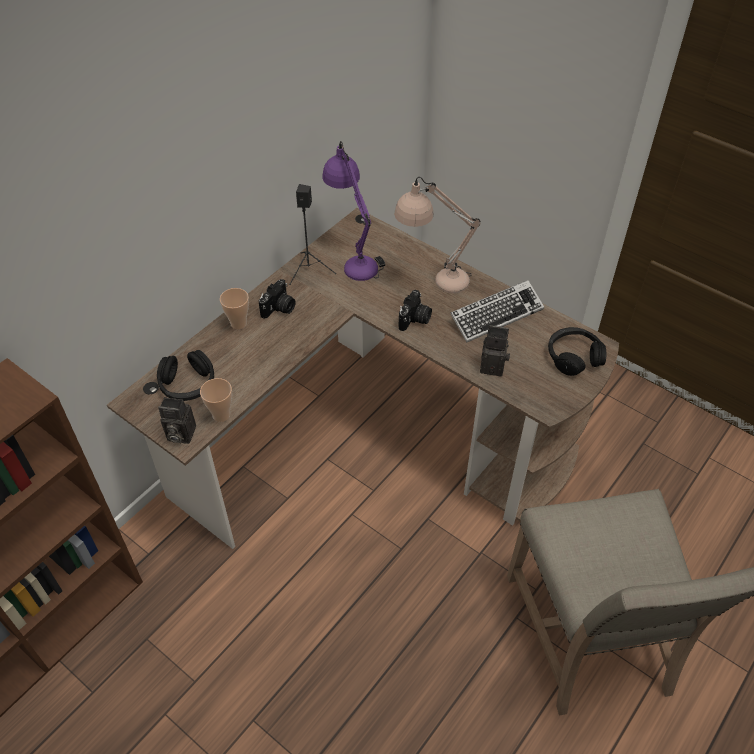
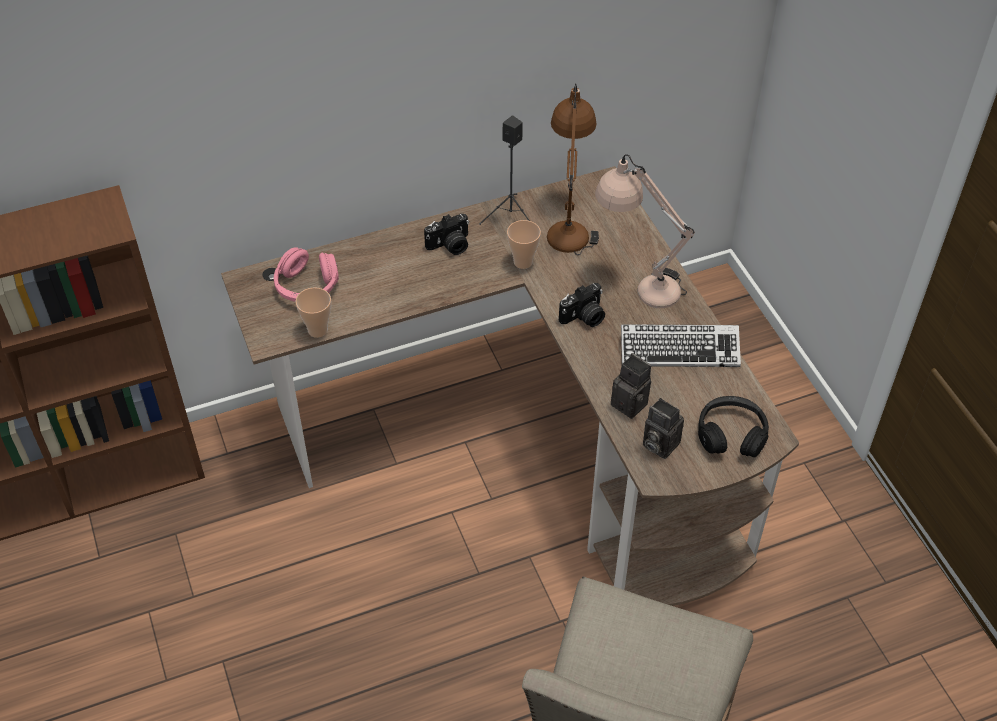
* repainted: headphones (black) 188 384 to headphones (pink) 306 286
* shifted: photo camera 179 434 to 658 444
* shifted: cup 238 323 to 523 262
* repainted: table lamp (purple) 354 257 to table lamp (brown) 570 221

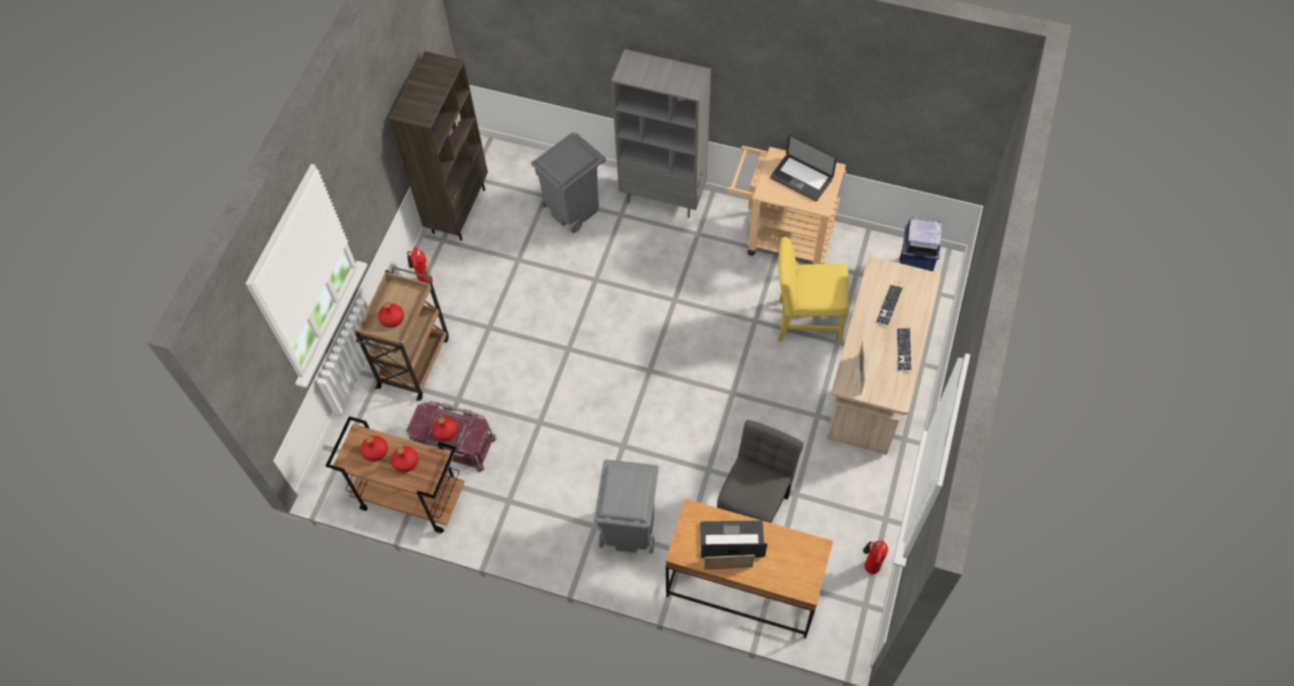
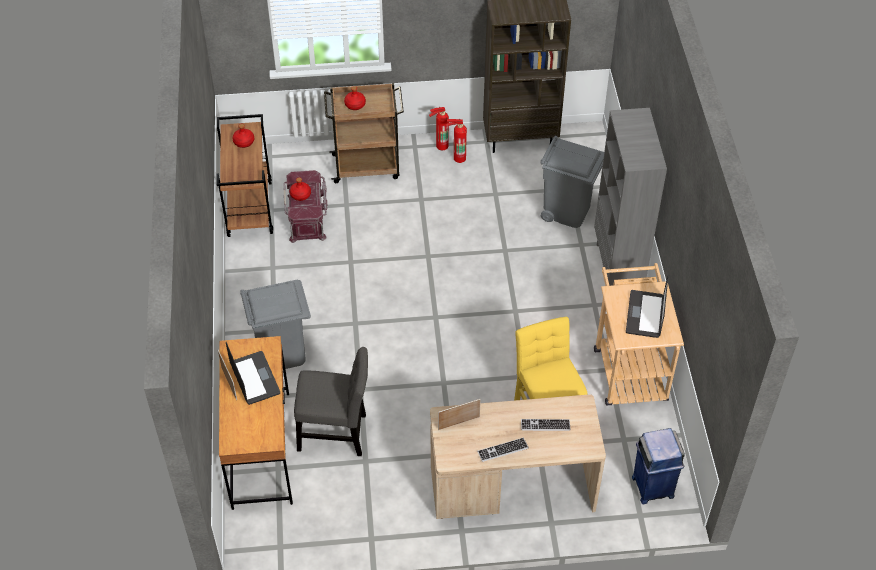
* gone: bottle (red) 405 462
* shifted: fire extinguisher 870 567 to 458 157

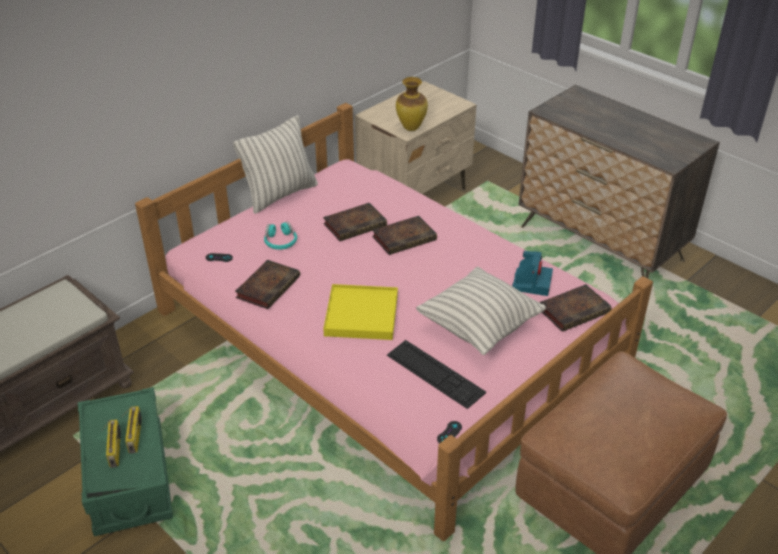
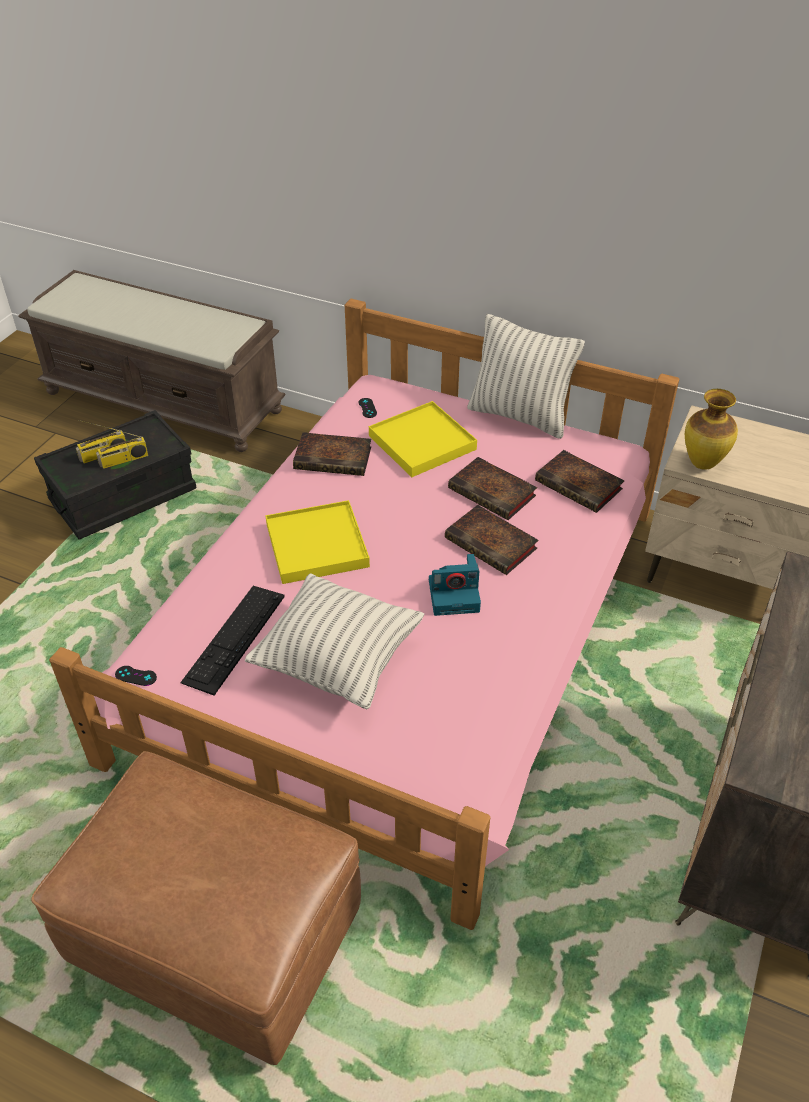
* repainted: storage box (green) 130 478 to storage box (black) 123 496
* swapped: headphones (turquoise) 280 241 to tray (yellow) 422 442
* shifted: photo camera 531 282 to 455 595
* shifted: book 574 310 to 580 486

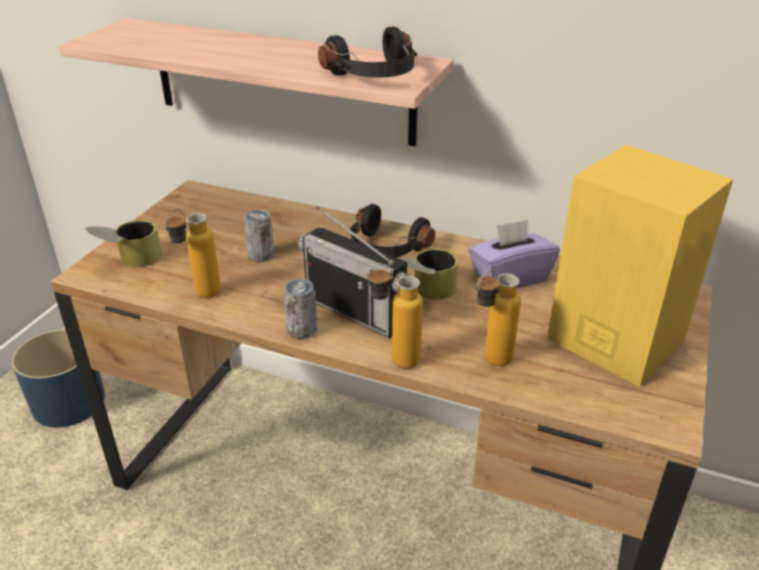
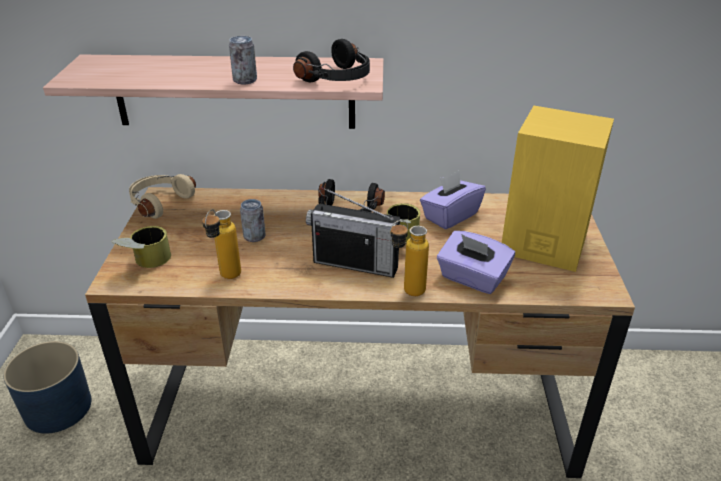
* shifted: can 302 330 to 245 80
* swapped: bottle 489 363 to tissue box (purple) 472 278
* new: headphones (beige) 159 202

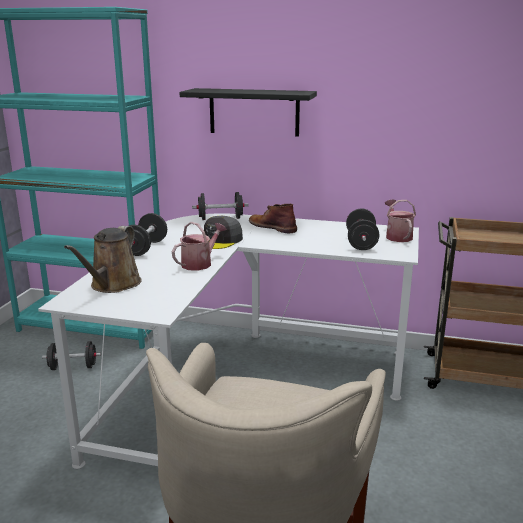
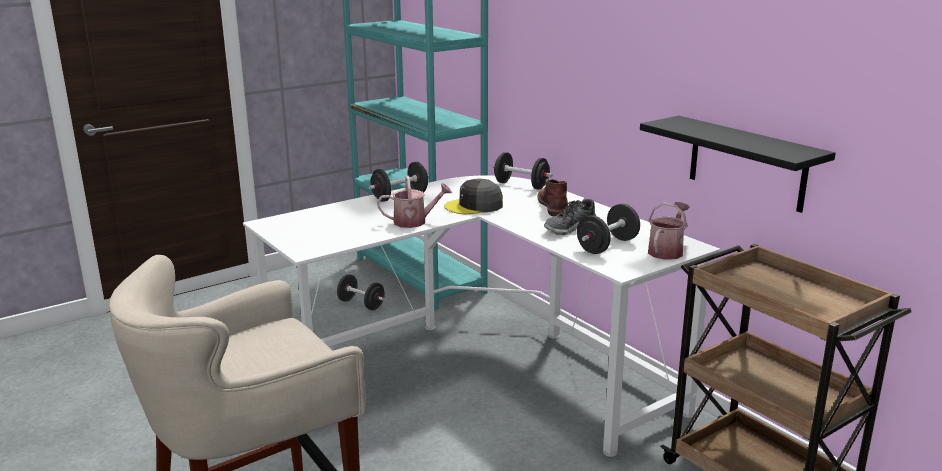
* gone: watering can (brown) 113 285
* shifted: shelf (black) 254 112 to 747 163
* new: shoe 570 228

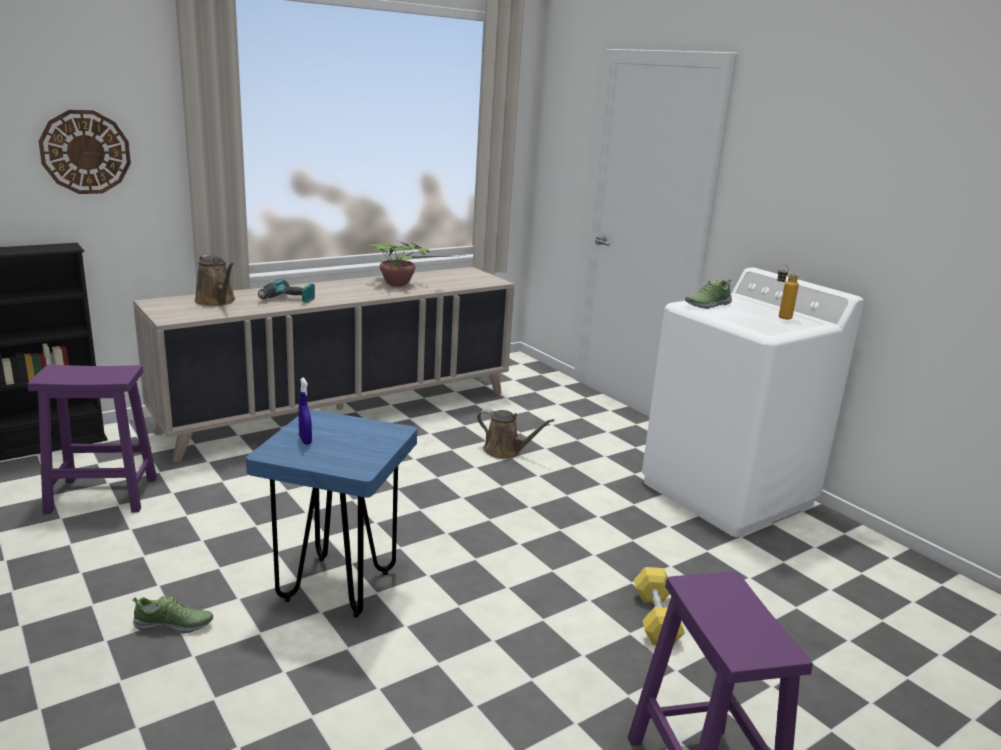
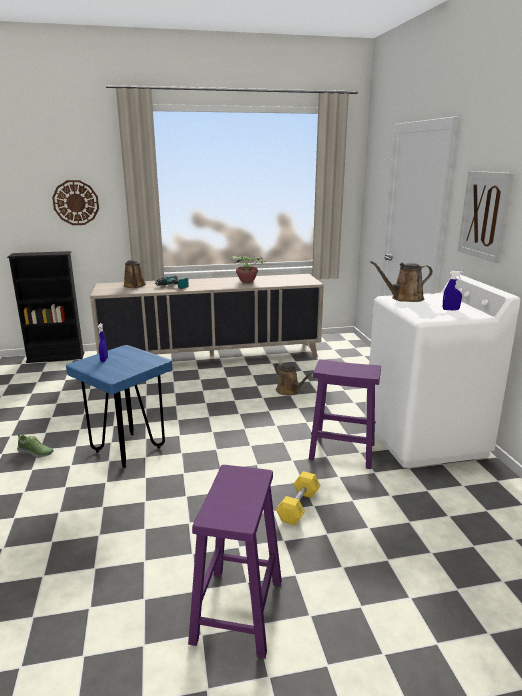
* shifted: stool (purple) 104 495 to 343 451
* swapped: shoe 707 304 to watering can (brown) 404 298
* swapped: bottle 780 317 to spray bottle (blue) 450 310
* new: picture 484 215

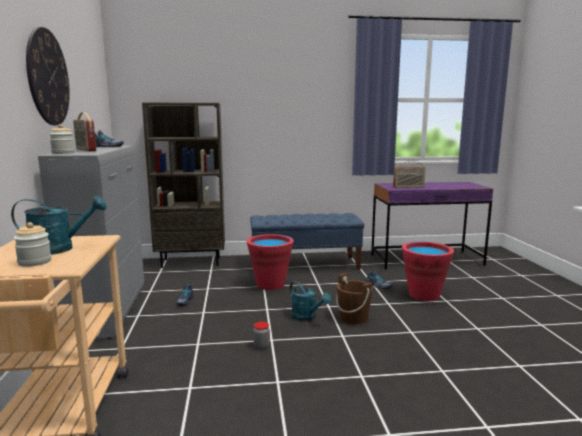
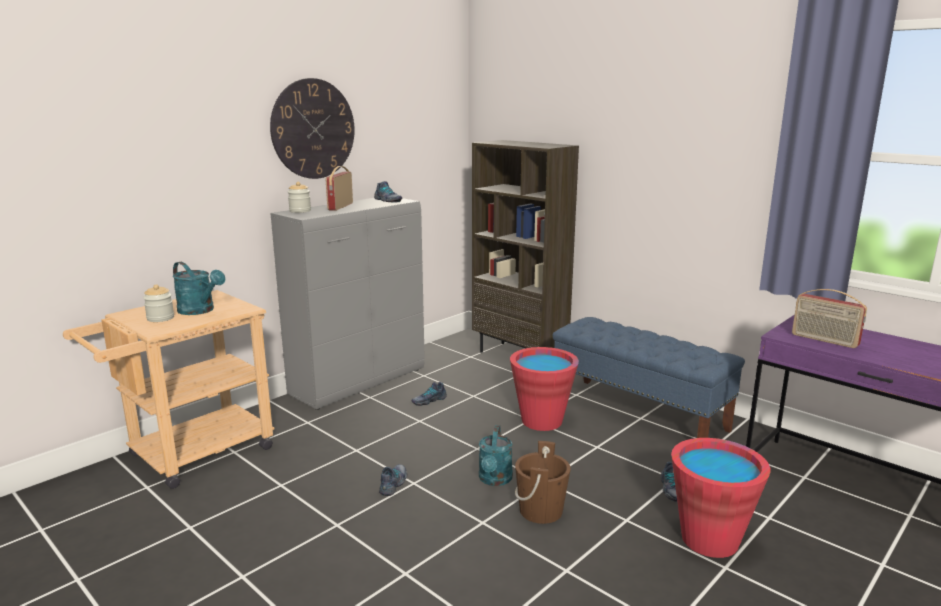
* swapped: jar 261 346 to shoe 394 483

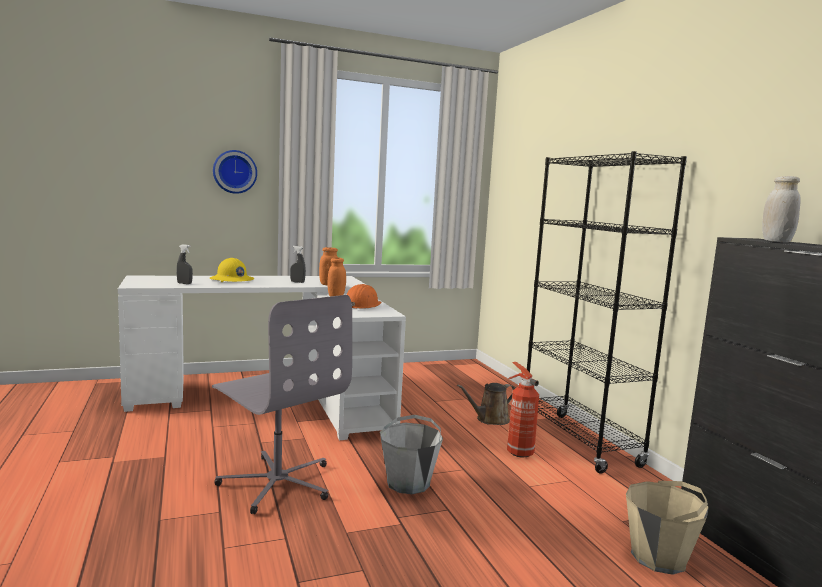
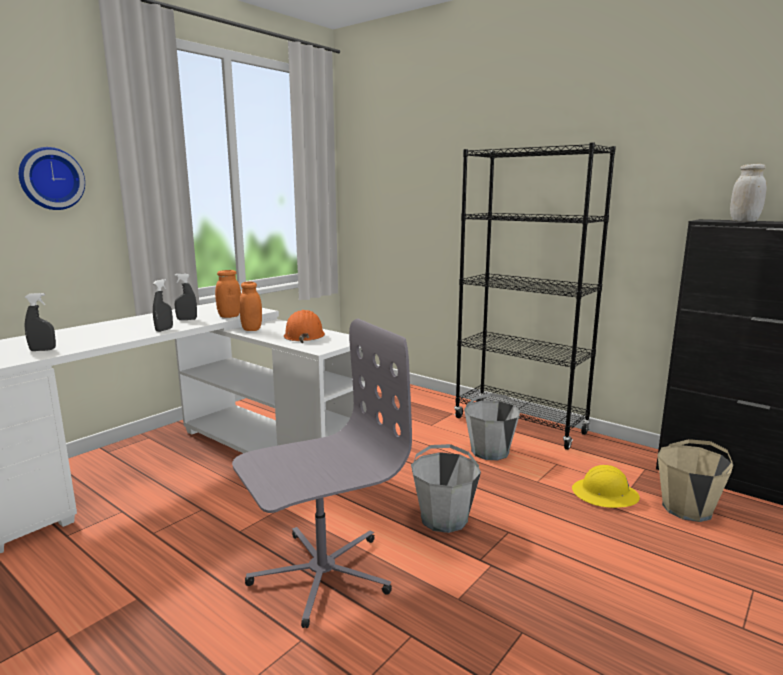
* shifted: hard hat (yellow) 231 280 to 605 495
* rotated: office chair (grey) 277 482 = 321 573 45 degrees counterclockwise
* gone: watering can (brown) 490 420
* swapped: fire extinguisher 518 452 to bucket (grey) 490 451
* new: spray bottle (grey) 164 330

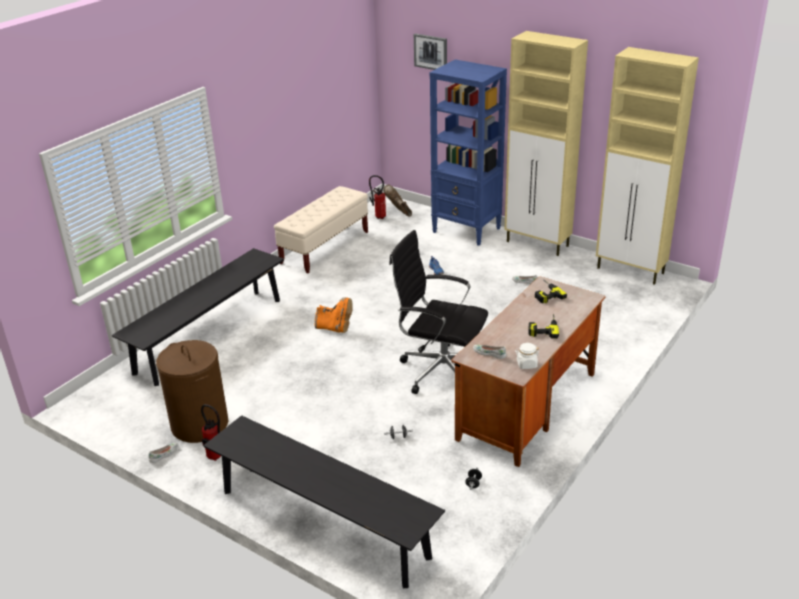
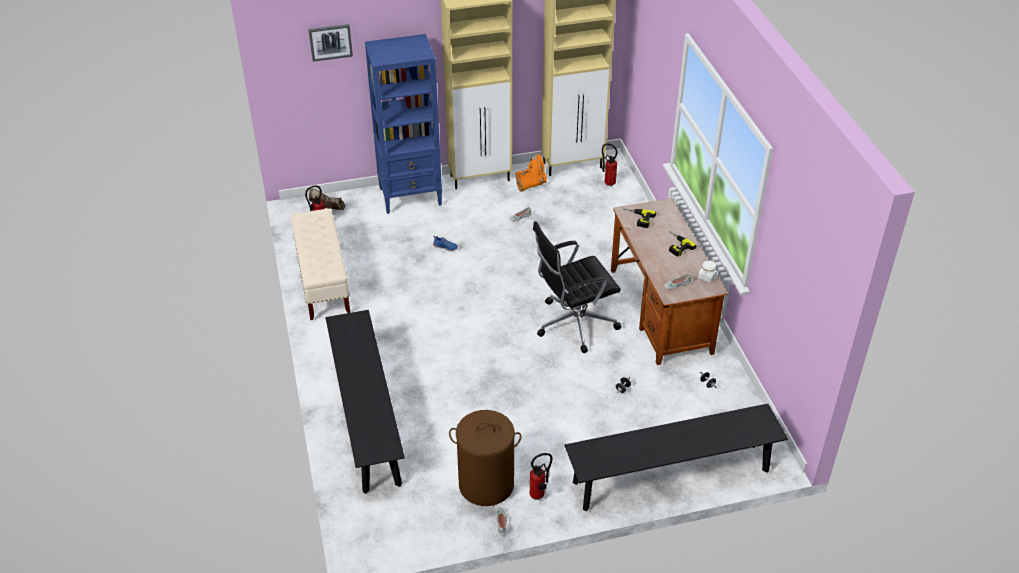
* shifted: boot (orange) 335 328 to 531 184
* new: fire extinguisher 608 183

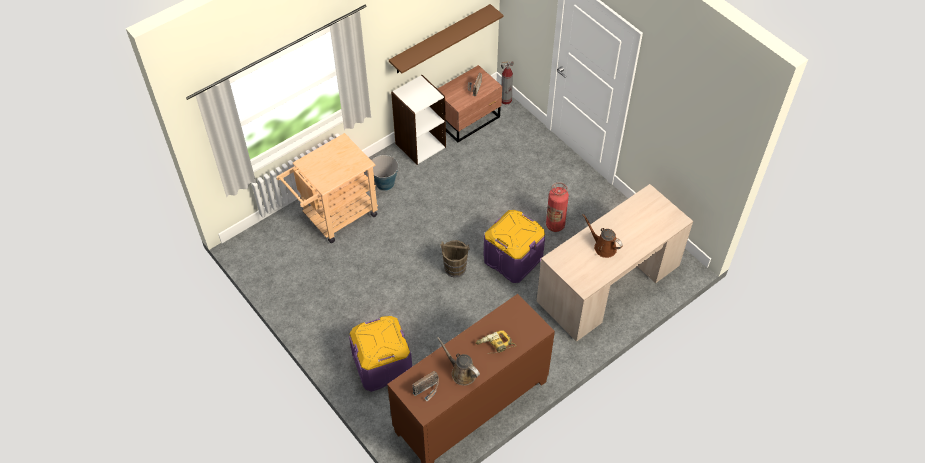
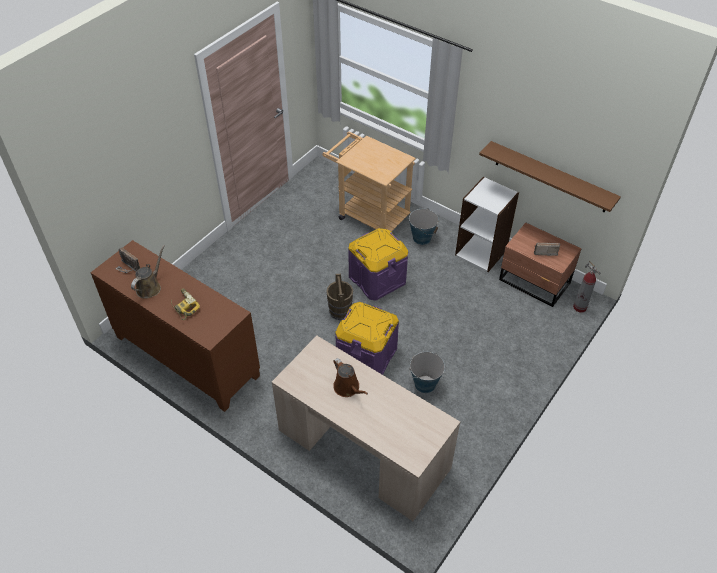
* shifted: storage box (purple) 382 365 to 377 279
* swapped: fire extinguisher 555 225 to bucket 425 384
* rotated: watering can (brown) 603 247 = 348 388 120 degrees clockwise

